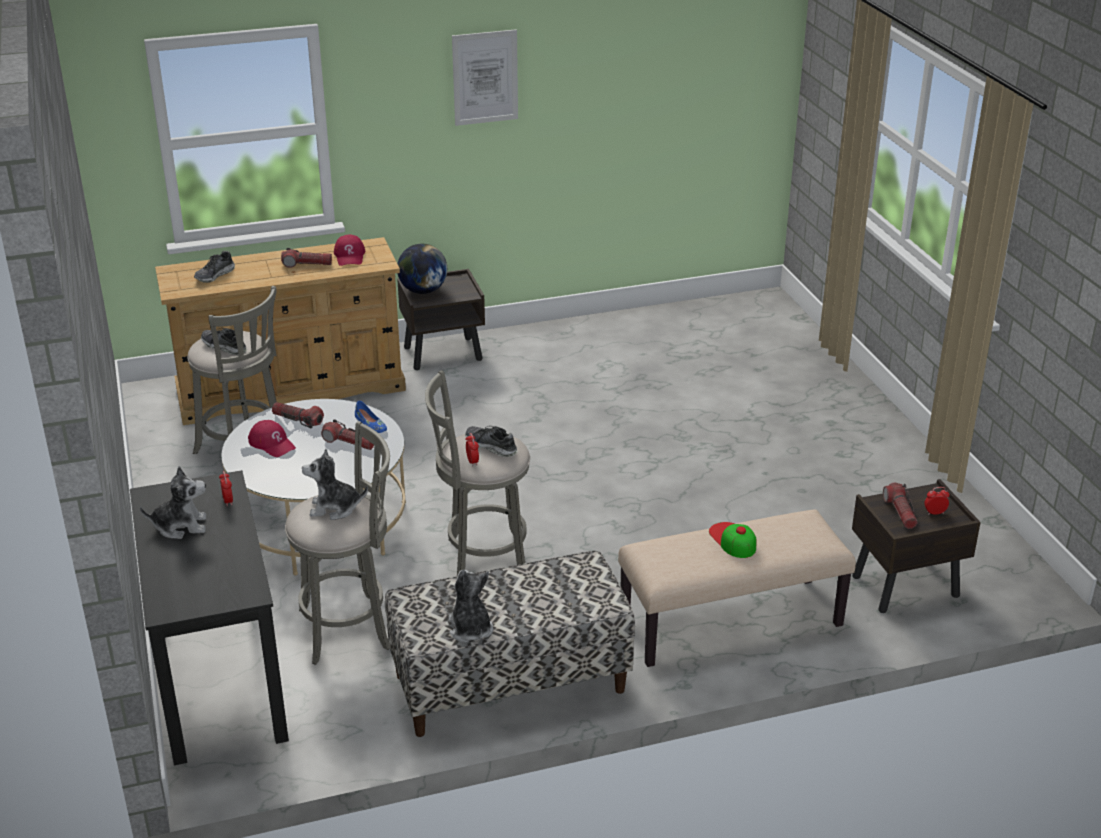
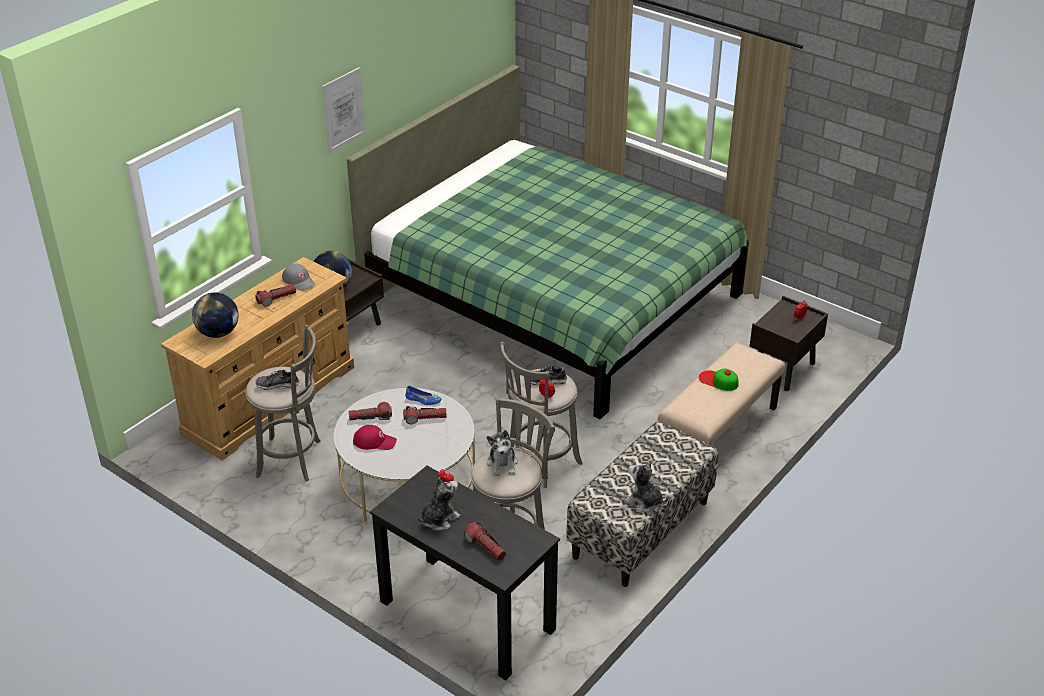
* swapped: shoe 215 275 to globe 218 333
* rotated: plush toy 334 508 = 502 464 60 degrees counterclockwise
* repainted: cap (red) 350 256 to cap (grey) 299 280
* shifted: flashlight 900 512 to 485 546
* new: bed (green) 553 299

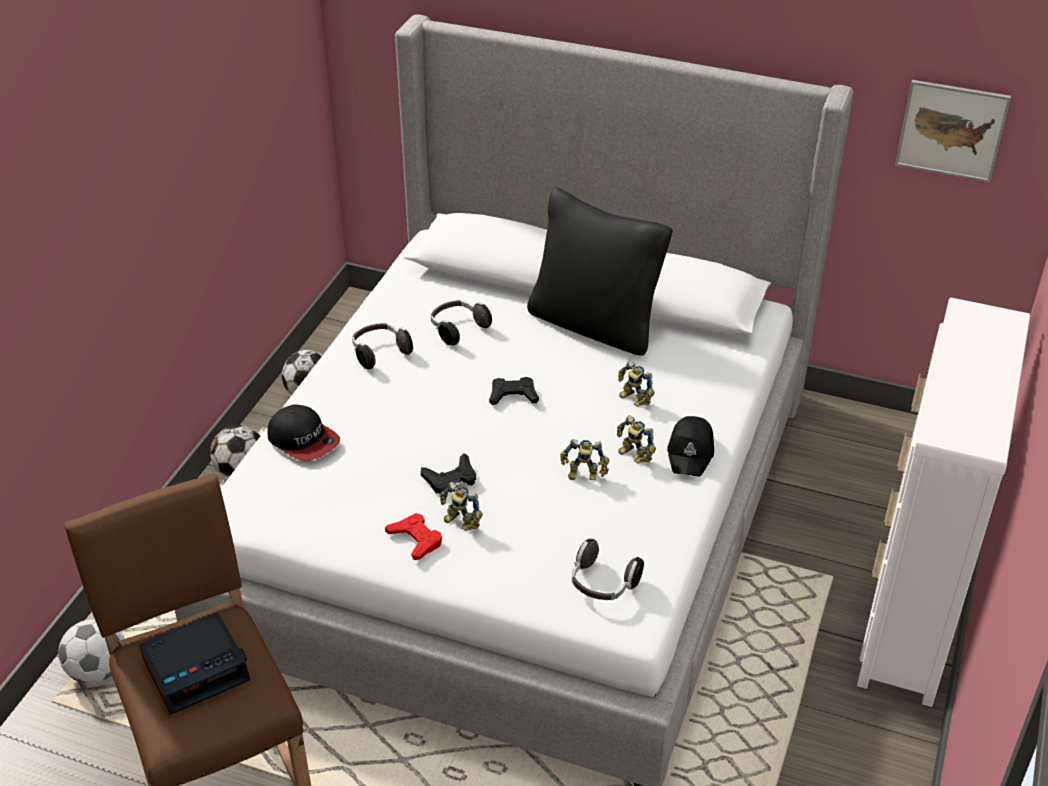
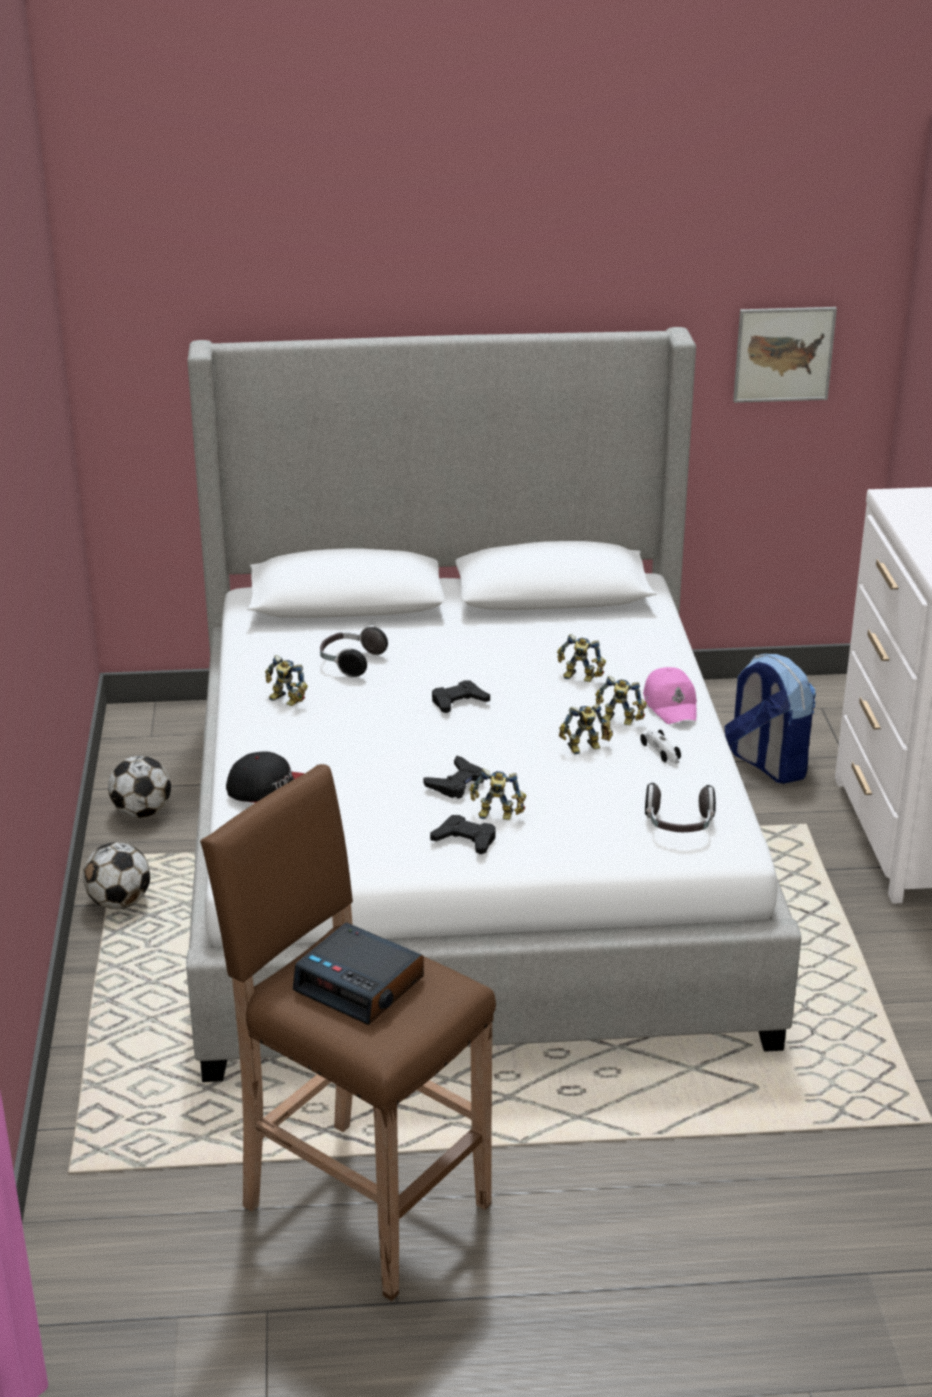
* gone: football 97 671
* rotated: alarm clock 197 669 = 361 984 90 degrees clockwise
* swapped: headphones 379 353 to toy robot 285 701
* repainted: game controller (red) 415 540 to game controller (black) 465 840
* gone: pillow (black) 595 324
* repainted: cap (black) 691 452 to cap (pink) 671 705
* new: toy car 661 751
* new: backpack 766 764

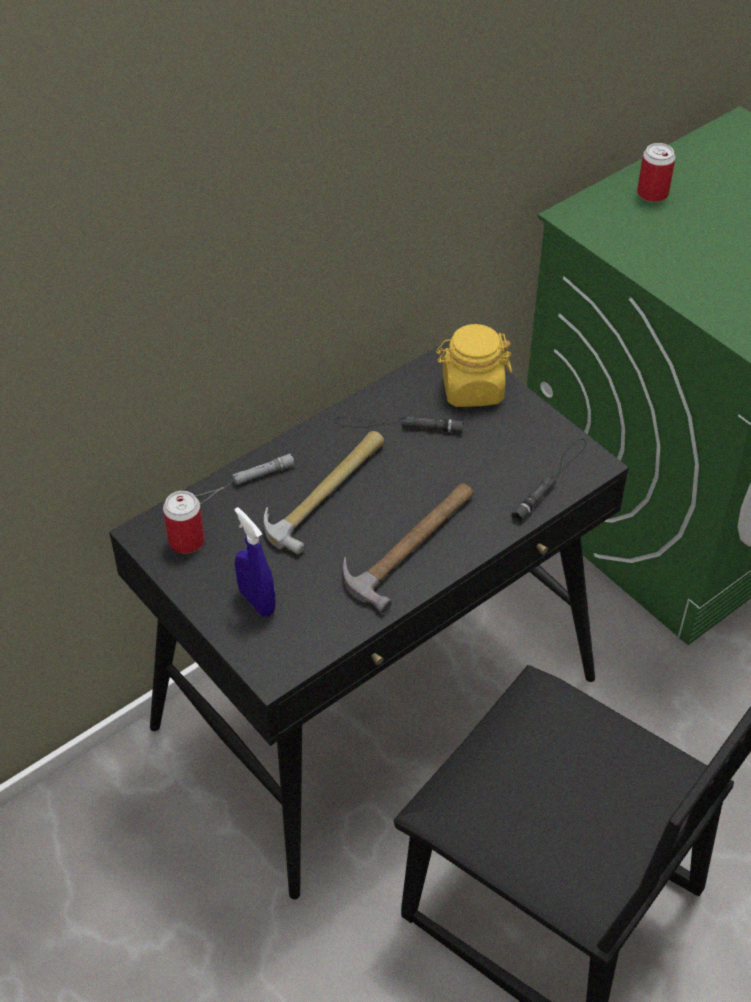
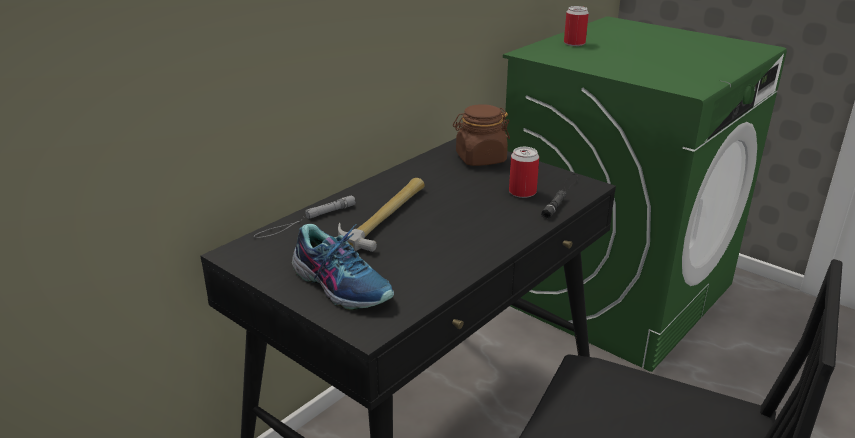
* shifted: can 186 541 to 522 192
* swapped: spray bottle (blue) 257 602 to shoe 342 285
* gone: flashlight (black) 398 426
* gone: hammer 412 544
* repainted: jar (yellow) 472 389 to jar (brown) 480 159

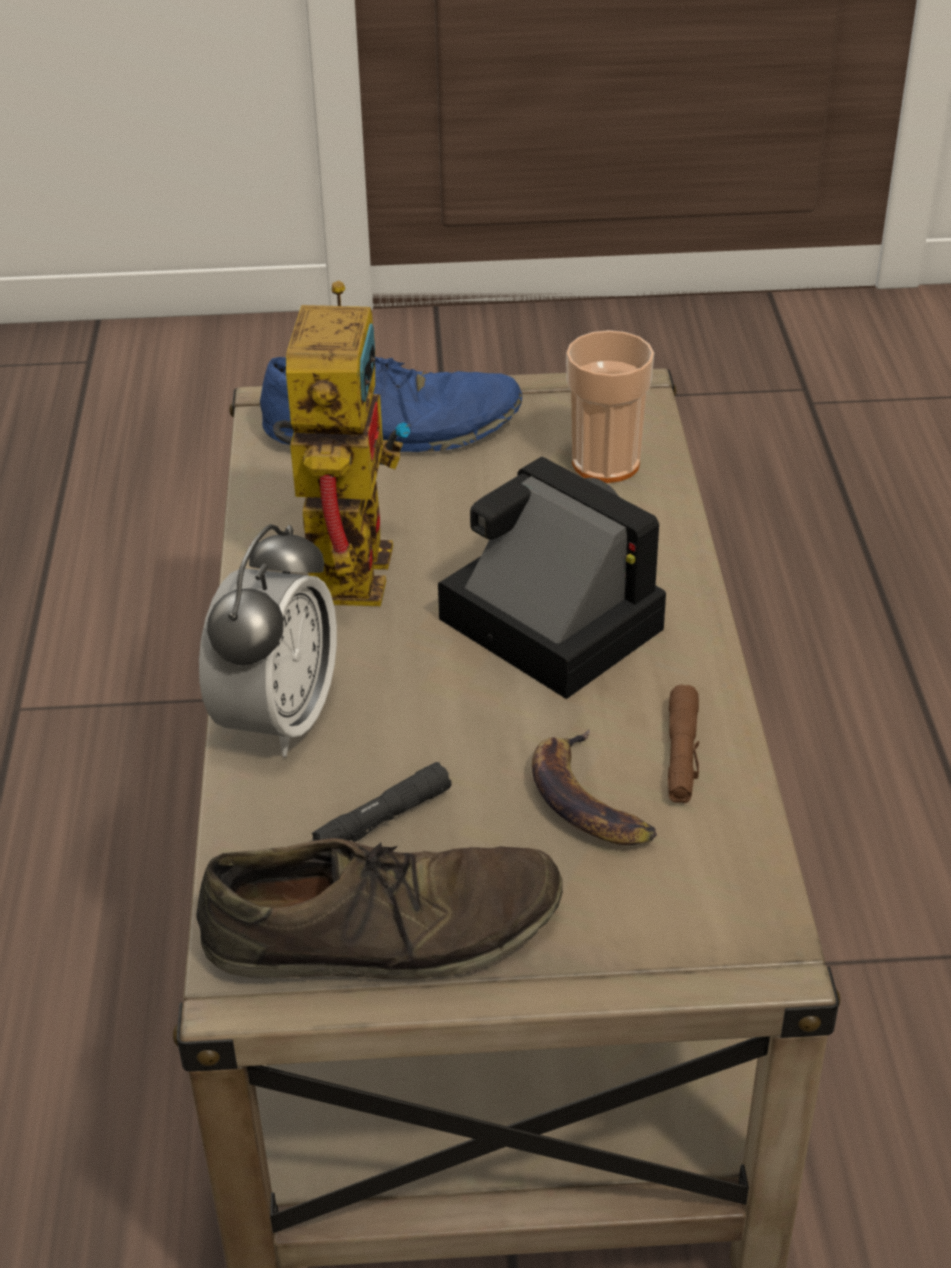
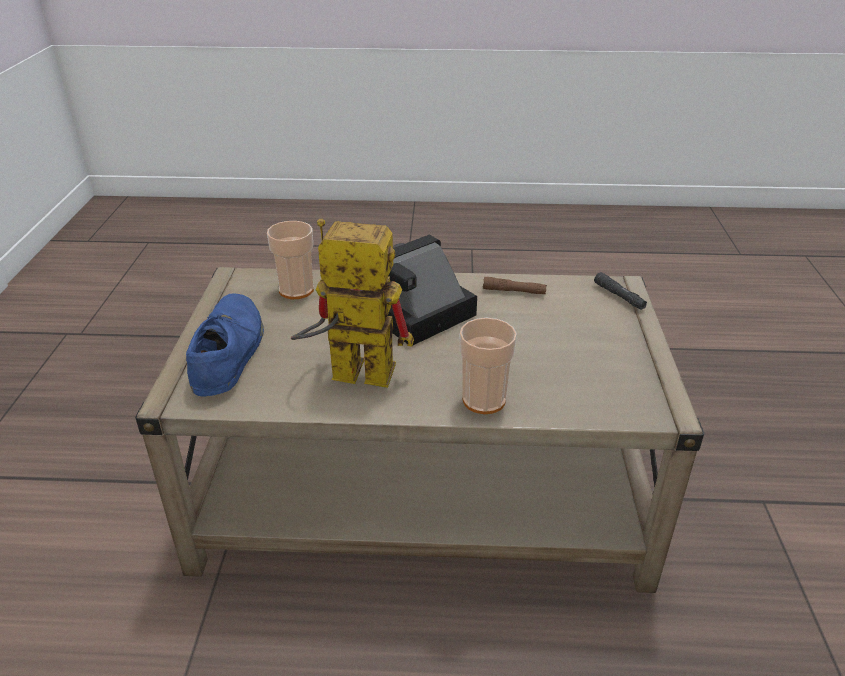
* gone: shoe (brown) 384 930
* swapped: alarm clock 278 720 to cup 484 400
* shifted: flashlight (black) 382 820 to 619 296
* gone: banana 589 800

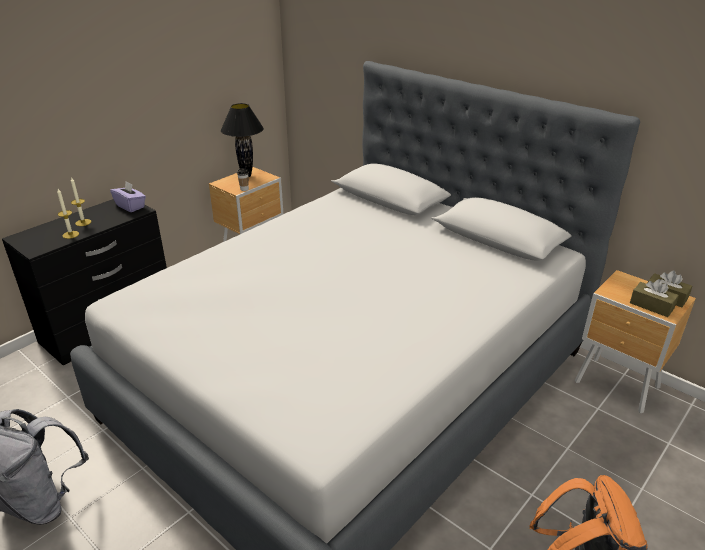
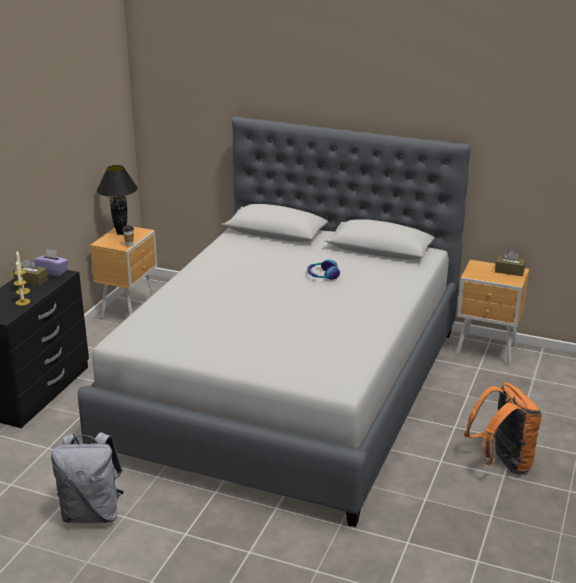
* shifted: tissue box (brown) 651 305 to 31 280
* new: headphones 323 275

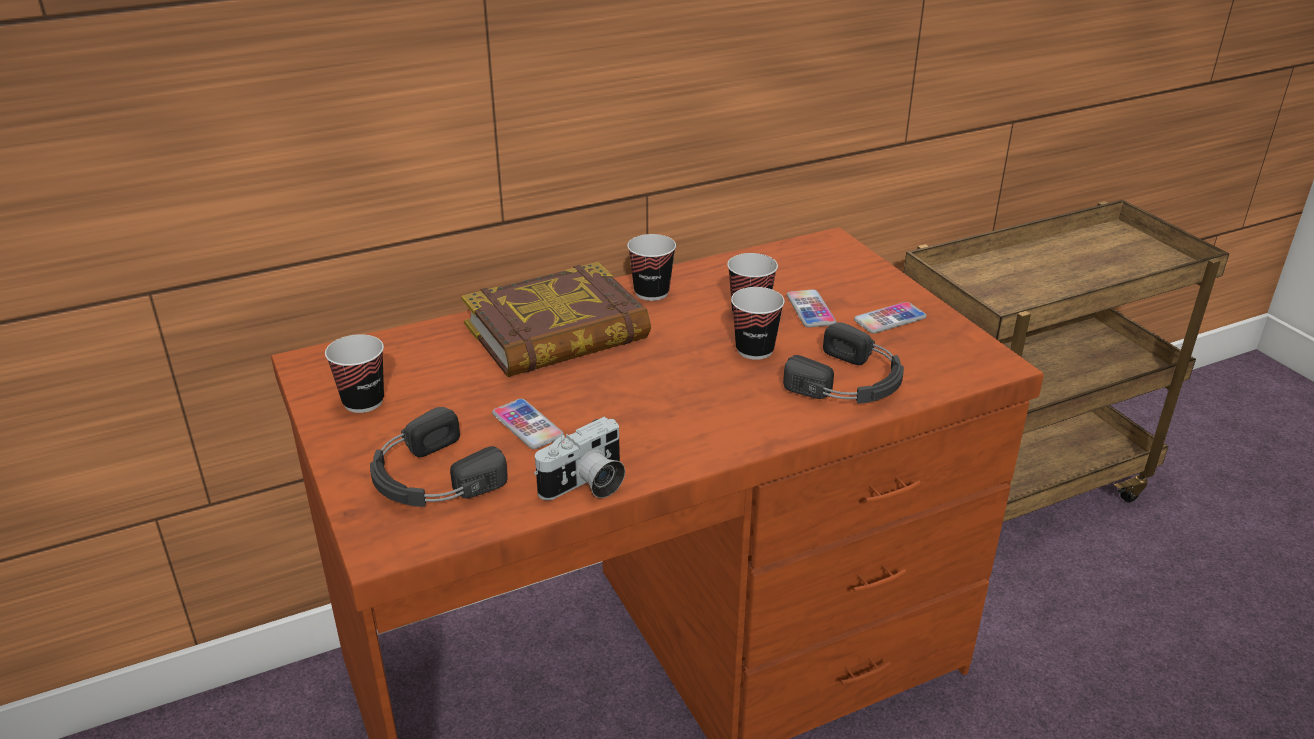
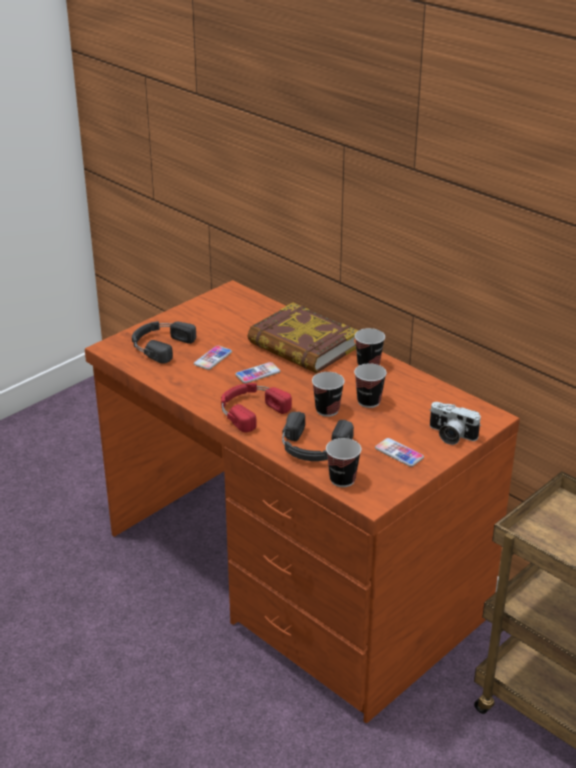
* shifted: cup 363 401 to 342 479
* shifted: photo camera 586 485 to 450 435
* shifted: phone 810 310 to 257 373
* new: headphones (red) 250 410

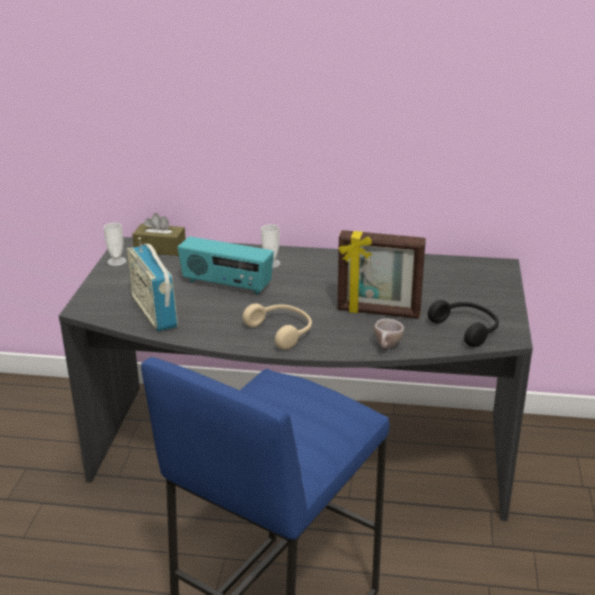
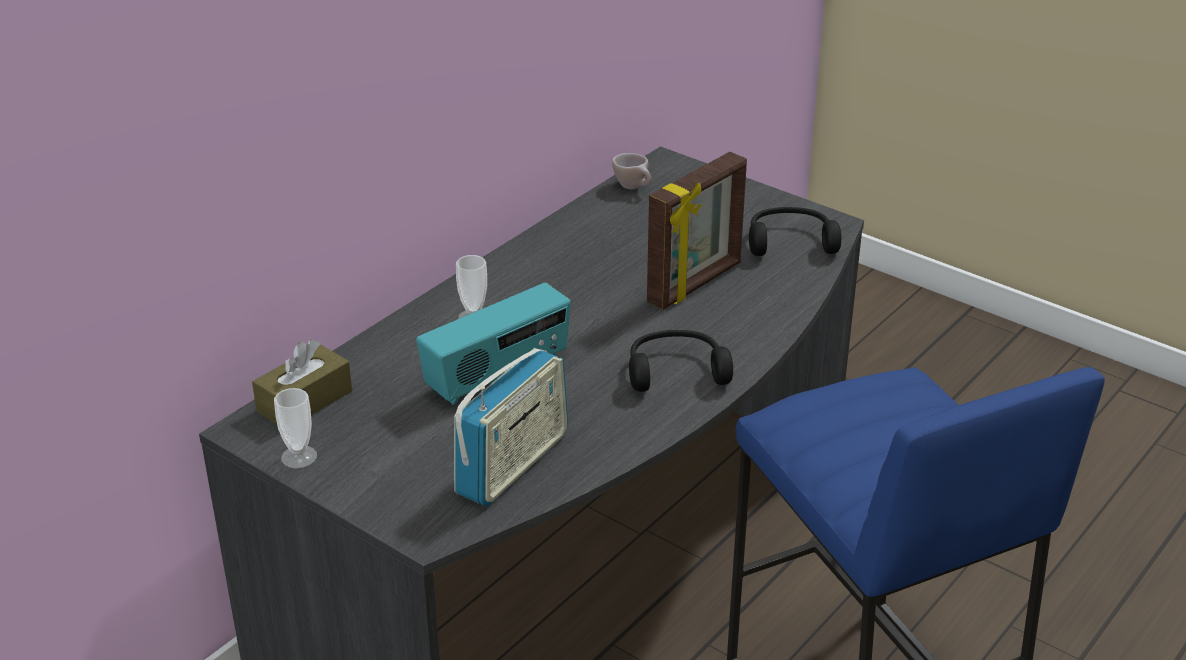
* rotated: radio 154 312 = 513 464 60 degrees counterclockwise
* repainted: headphones (beige) 282 331 to headphones (black) 675 371
* shifted: cup (beige) 387 348 to 634 187

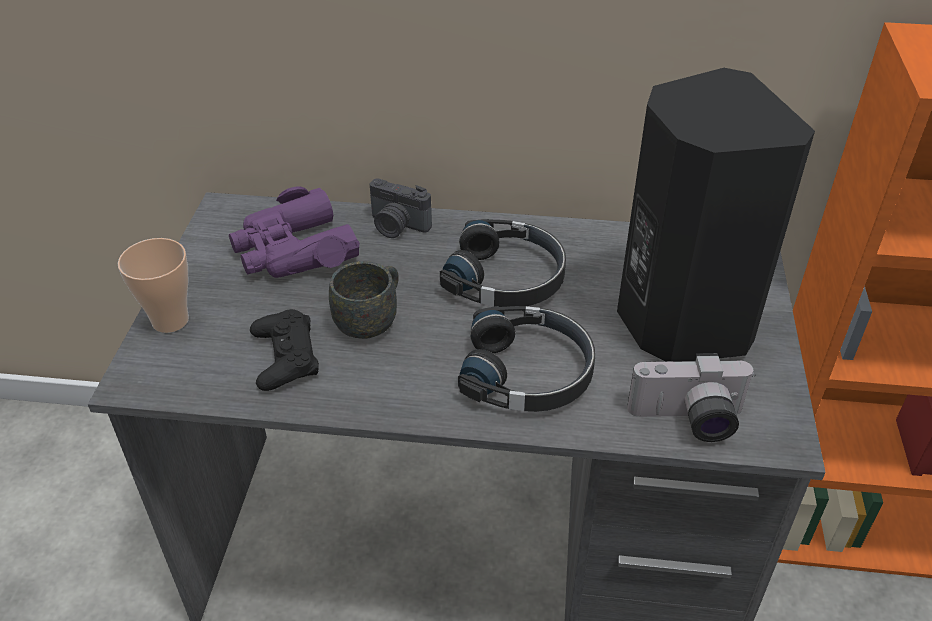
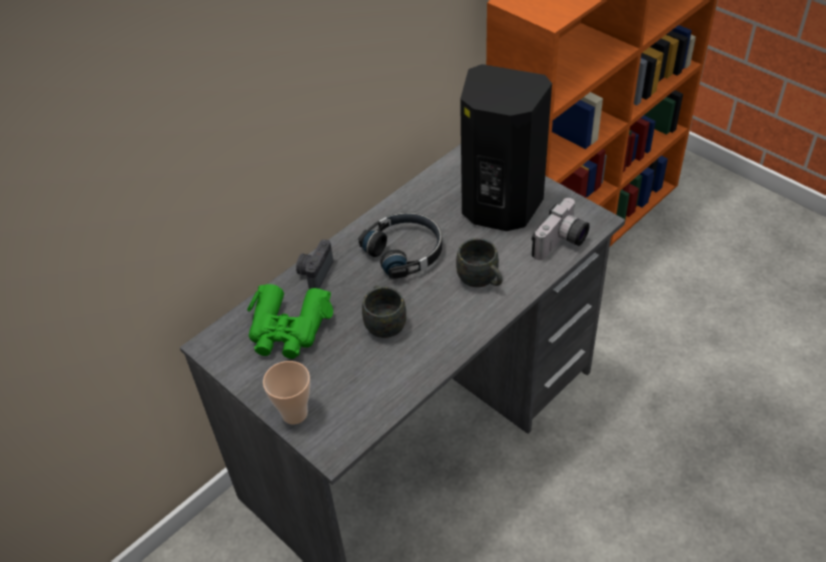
* repainted: binoculars (purple) 293 251 to binoculars (green) 288 329
* gone: game controller (black) 285 356
* rotated: photo camera 397 226 = 314 273 135 degrees clockwise
* swapped: headphones (black) 528 372 to mug (grey) 481 281

